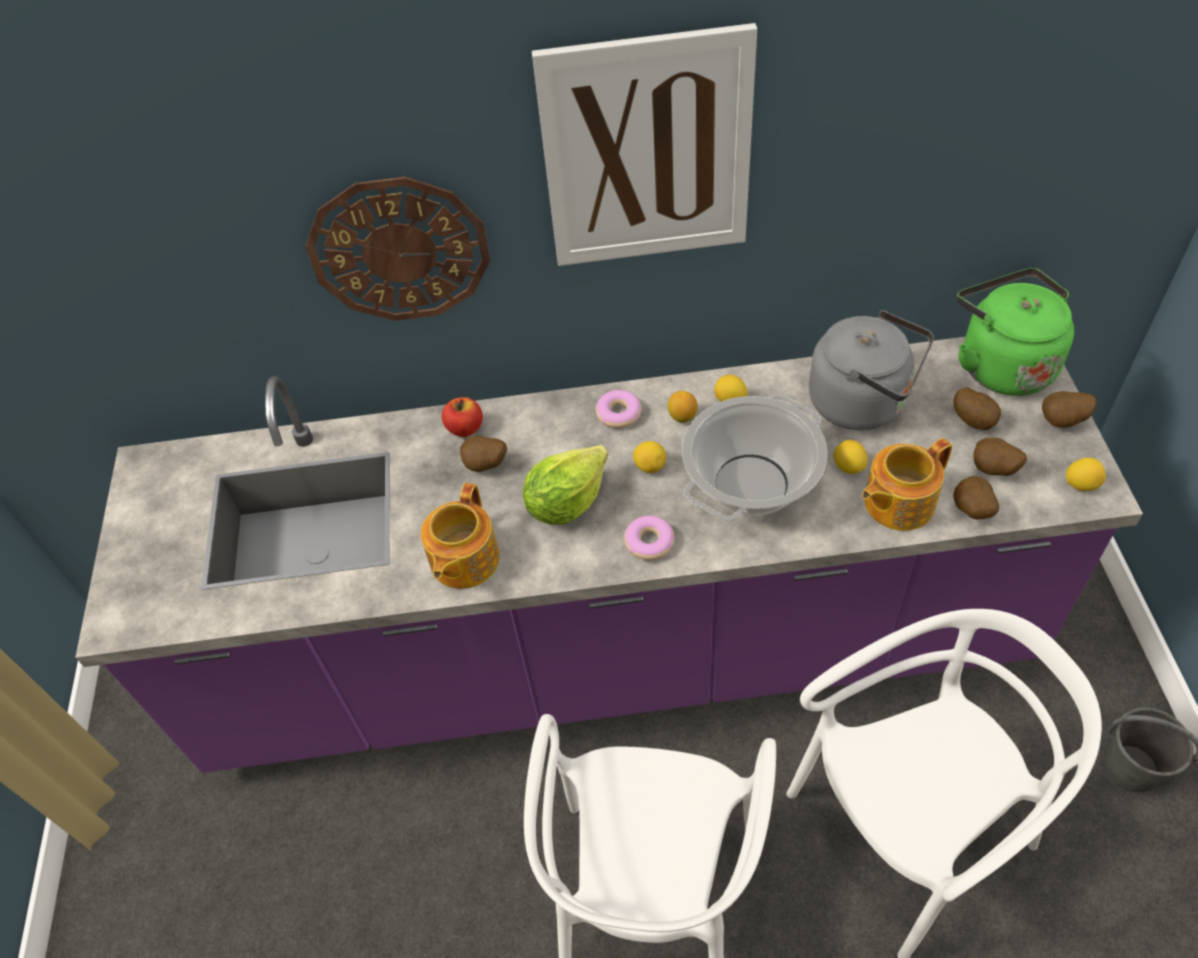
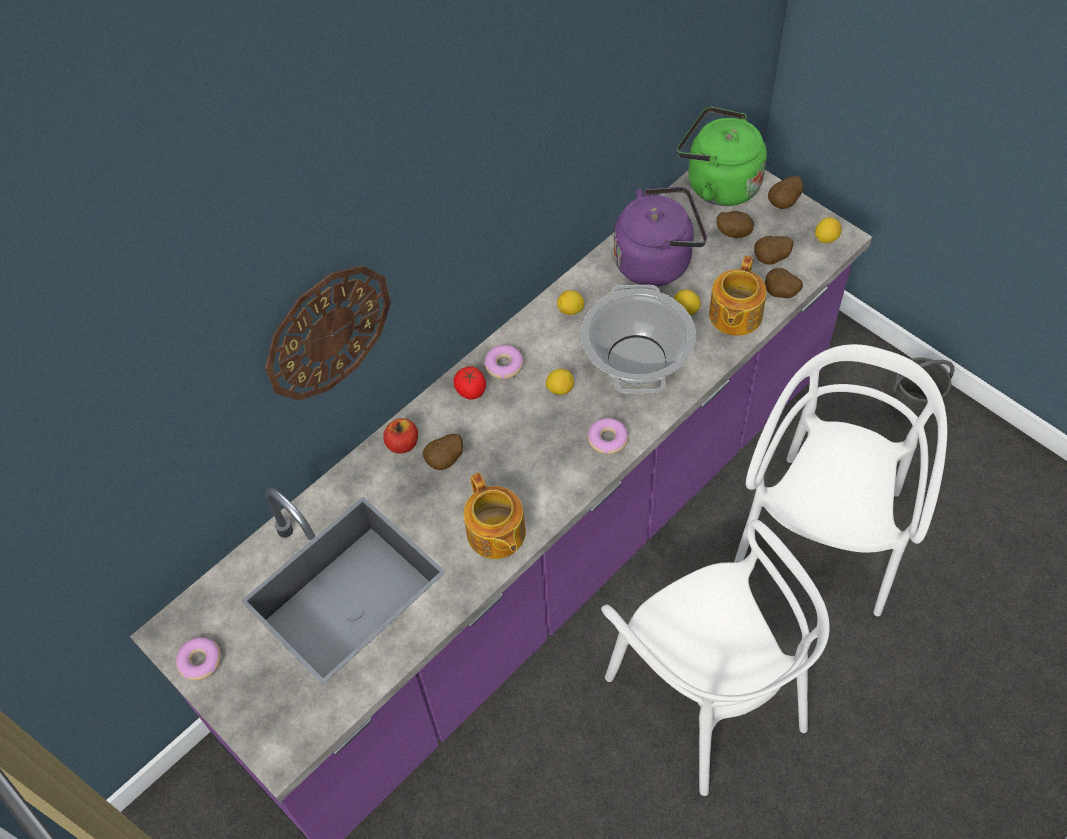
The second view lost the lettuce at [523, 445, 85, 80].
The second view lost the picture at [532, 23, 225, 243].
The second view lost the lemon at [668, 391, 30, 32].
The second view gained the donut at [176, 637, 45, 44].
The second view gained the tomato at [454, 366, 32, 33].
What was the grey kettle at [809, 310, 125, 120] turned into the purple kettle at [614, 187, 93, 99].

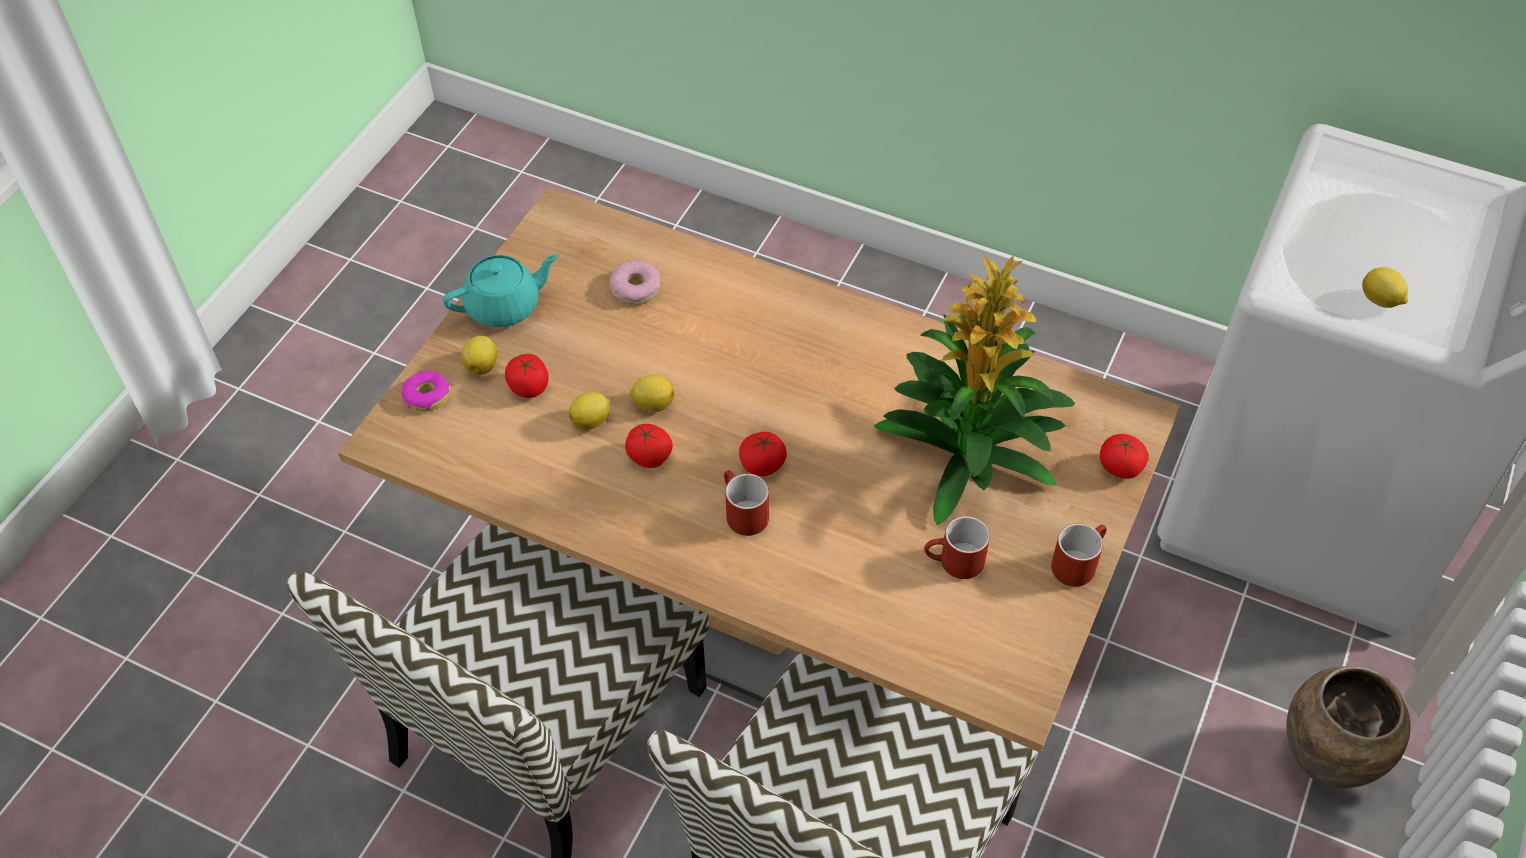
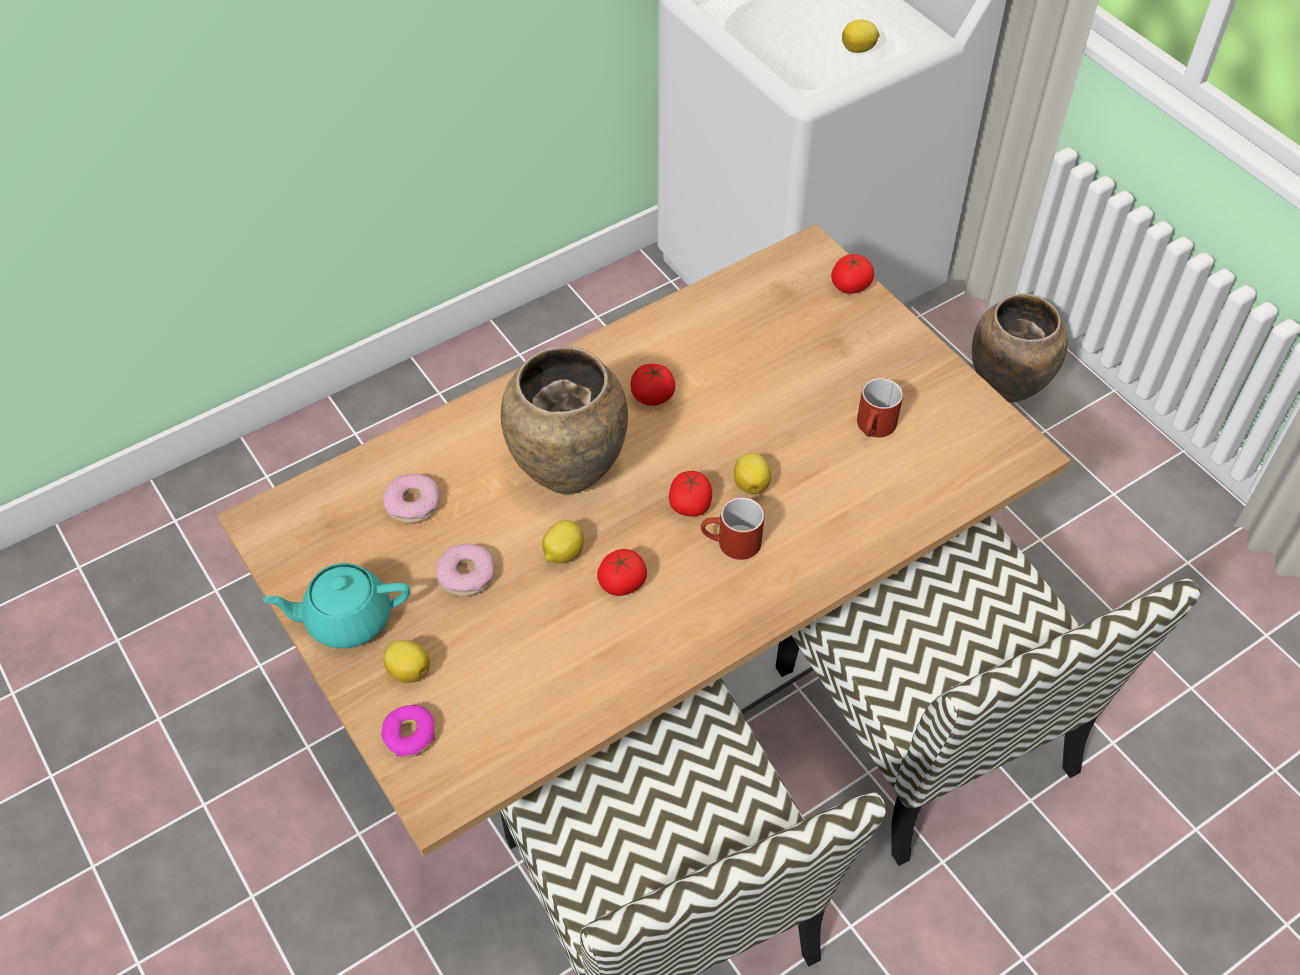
The second view lost the potted plant at [874, 254, 201, 271].
The second view lost the red mug at [1051, 523, 56, 64].
The second view gained the donut at [436, 544, 59, 53].
The second view gained the brown vase at [501, 346, 127, 148].
The tomato ended up elsewhere, having gone from [505, 354, 44, 44] to [631, 364, 44, 42].
The lemon ended up elsewhere, having gone from [569, 392, 41, 38] to [734, 453, 37, 41].
The turquoise teapot at [443, 254, 116, 73] ended up facing another way, 105 degrees counterclockwise from before.

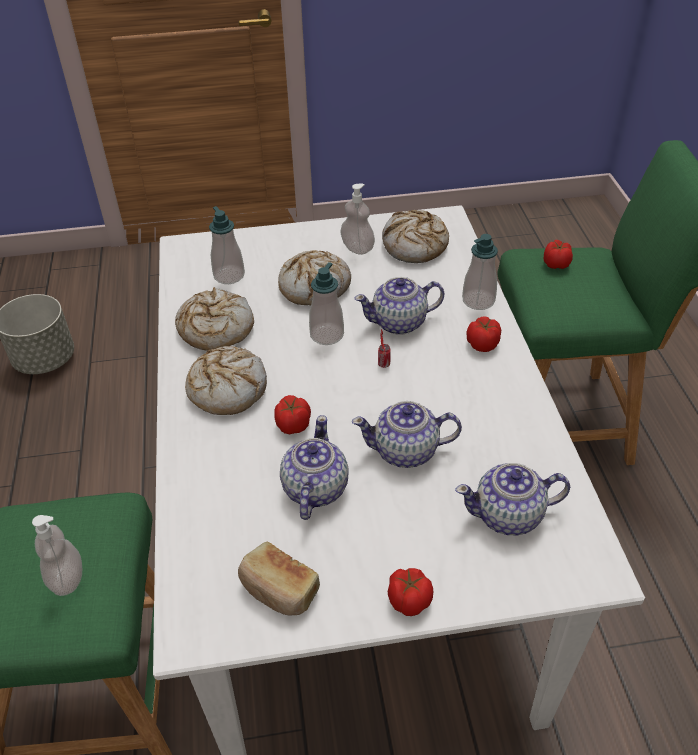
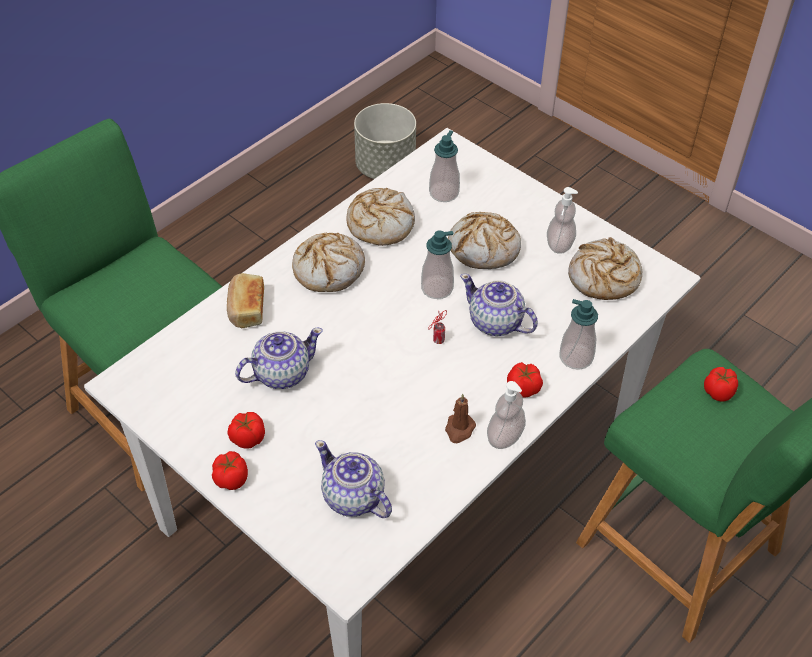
The second view lost the teapot at [352, 401, 110, 67].
The second view gained the brown candle at [445, 394, 31, 49].
The soap dispenser ended up elsewhere, having gone from [32, 515, 50, 81] to [487, 381, 39, 68].
The bread ended up elsewhere, having gone from [238, 541, 82, 75] to [227, 273, 37, 55].
The tomato ended up elsewhere, having gone from [274, 395, 37, 39] to [228, 412, 37, 37].

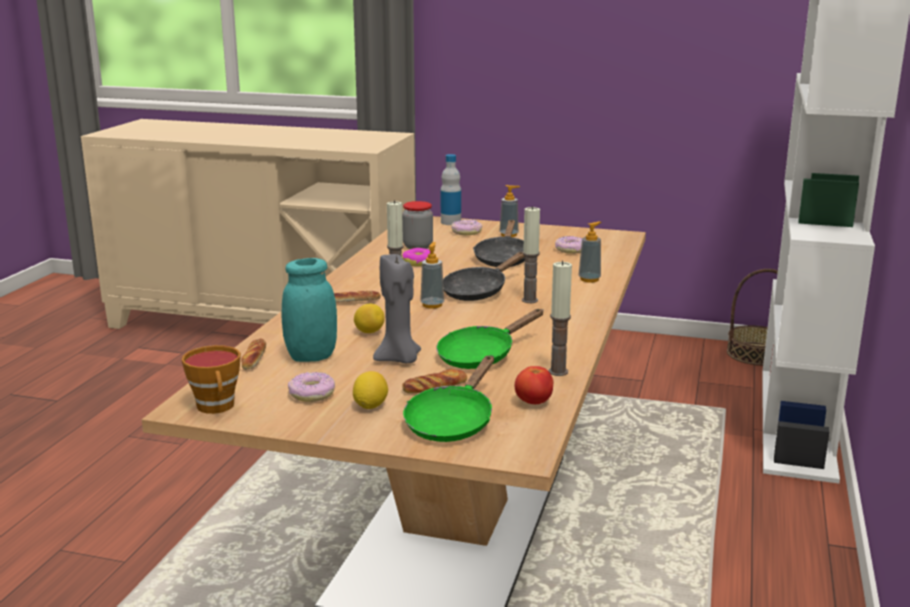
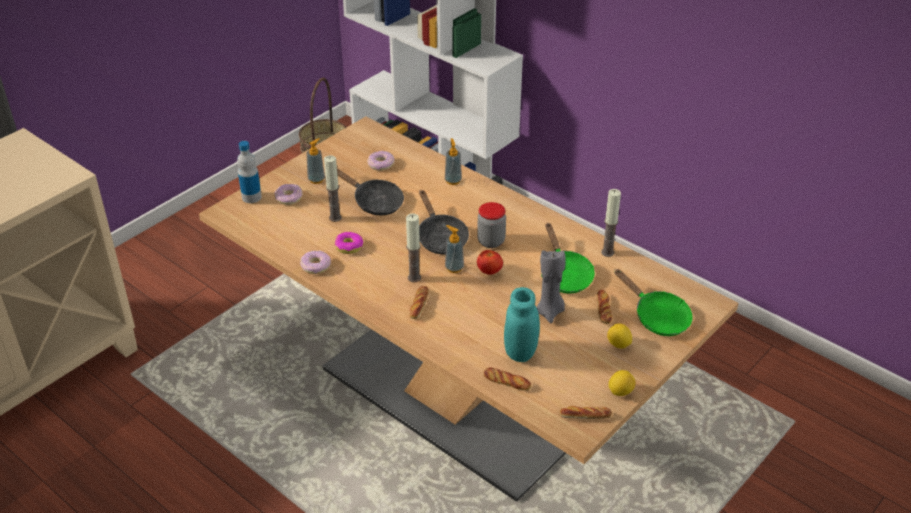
The donut ended up elsewhere, having gone from [288, 372, 47, 30] to [300, 251, 31, 23].
The lemon ended up elsewhere, having gone from [354, 304, 30, 29] to [608, 370, 28, 26].
The jar ended up elsewhere, having gone from [402, 201, 31, 48] to [477, 202, 29, 46].
The tomato ended up elsewhere, having gone from [515, 366, 38, 38] to [477, 250, 26, 25].
The candle ended up elsewhere, having gone from [522, 206, 18, 97] to [324, 155, 18, 67].
Where the cup stood at [181, 345, 60, 69], the bread came to stand at [560, 406, 52, 13].

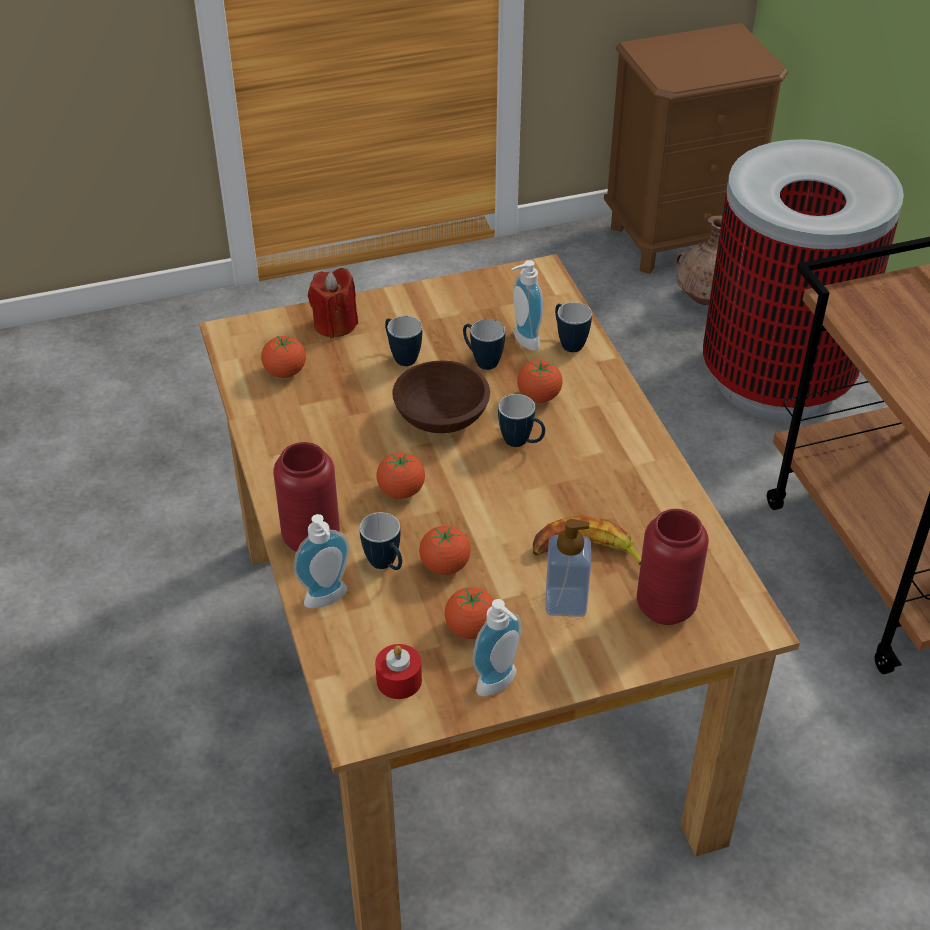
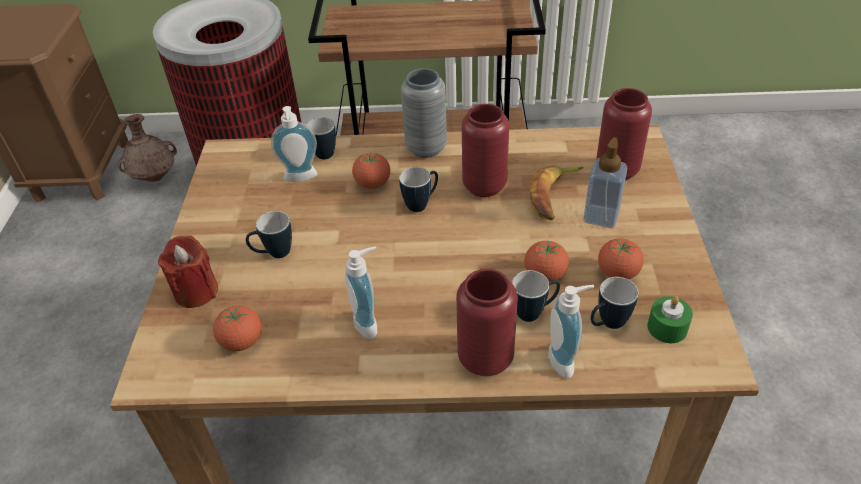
The second view lost the tomato at [376, 453, 49, 46].
The second view lost the brown bowl at [392, 360, 98, 73].
The second view gained the grey vase at [401, 68, 46, 90].
The second view gained the red vase at [462, 104, 47, 93].
The mug ended up elsewhere, having gone from [463, 319, 42, 51] to [590, 277, 49, 52].
The soap dispenser ended up elsewhere, having gone from [472, 599, 50, 97] to [345, 246, 32, 93].
What was the red candle at [375, 644, 47, 55] turned into the green candle at [647, 296, 46, 47].

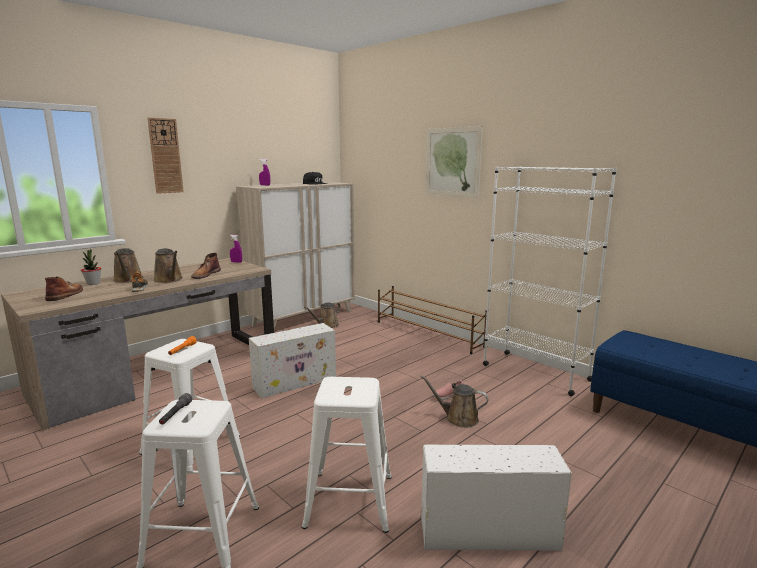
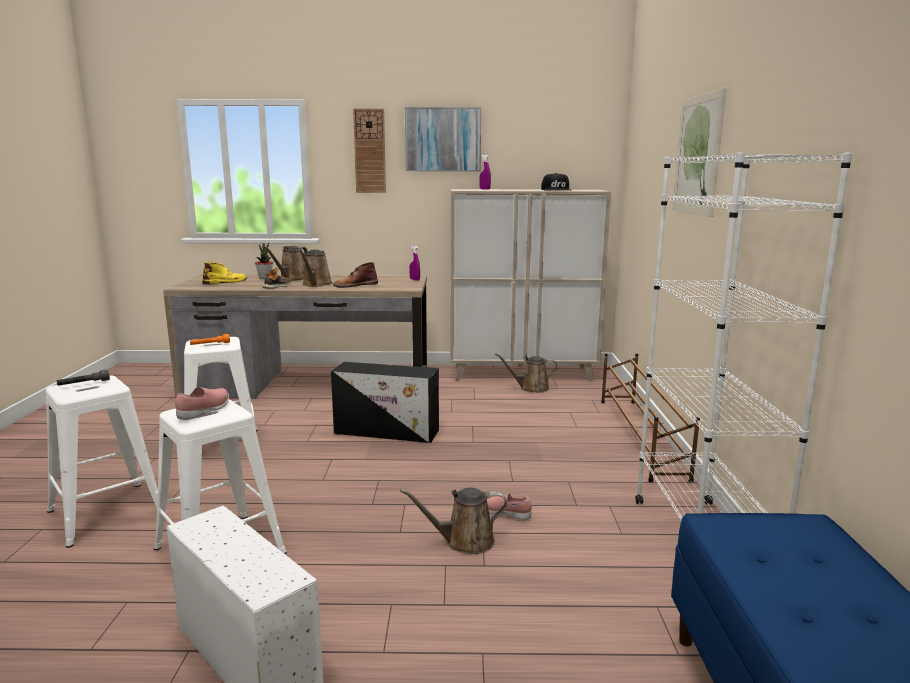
The second view gained the pink shoe at [175, 387, 54, 33].
The second view gained the picture at [405, 107, 76, 65].
What was the brown boot at [45, 276, 38, 25] turned into the yellow boot at [202, 262, 45, 22].
What was the white storage box at [249, 323, 87, 75] turned into the black storage box at [331, 362, 108, 81].
The brown watering can at [420, 375, 69, 53] ended up facing another way, 75 degrees counterclockwise from before.

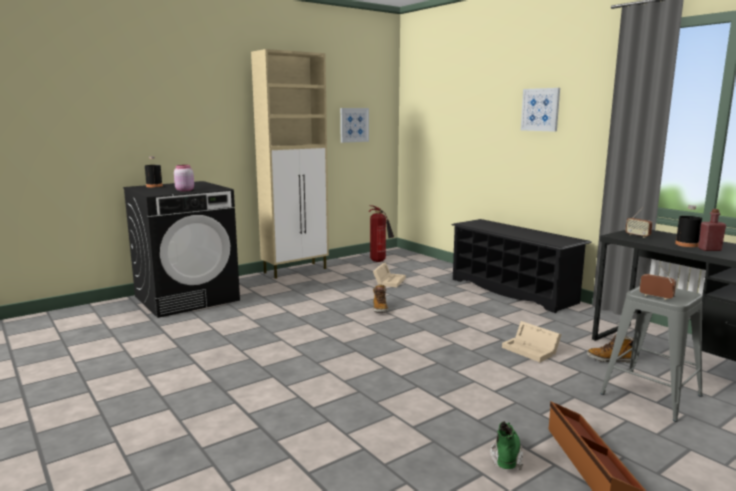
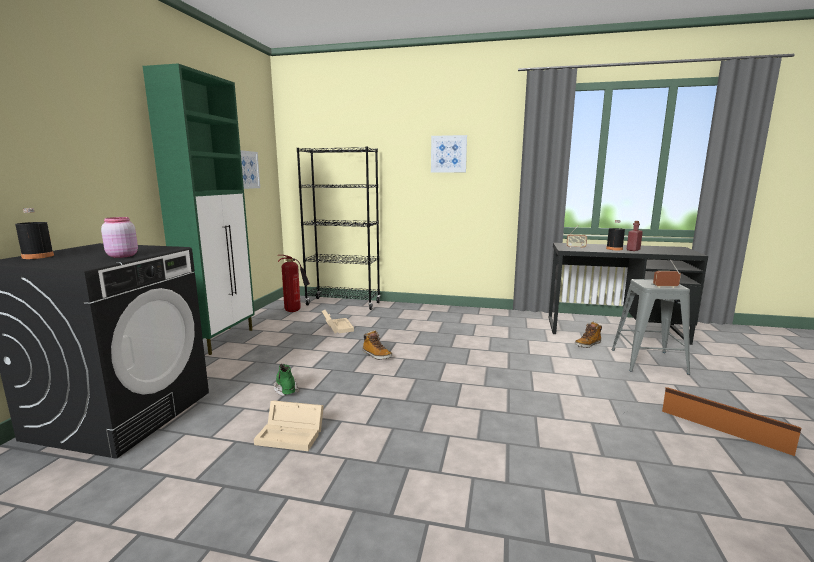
The second view lost the black shoe rack at [452, 219, 140, 94].
The second view gained the black bookcase at [297, 147, 84, 163].
The green boot ended up elsewhere, having gone from [490, 421, 33, 49] to [274, 364, 26, 32].
The beige storage box ended up elsewhere, having gone from [502, 321, 60, 41] to [254, 400, 70, 51].
What was the beige cabinet at [251, 49, 78, 230] turned into the green cabinet at [143, 63, 112, 292].

